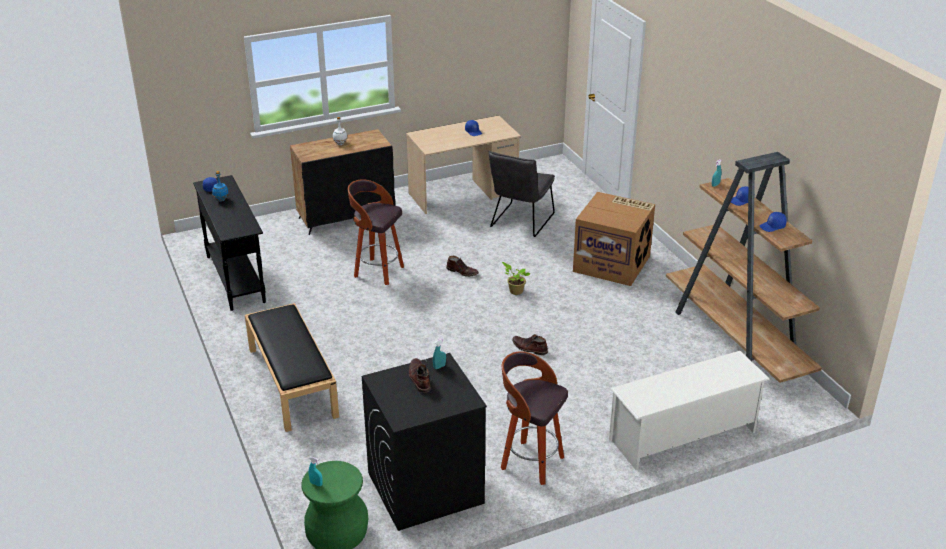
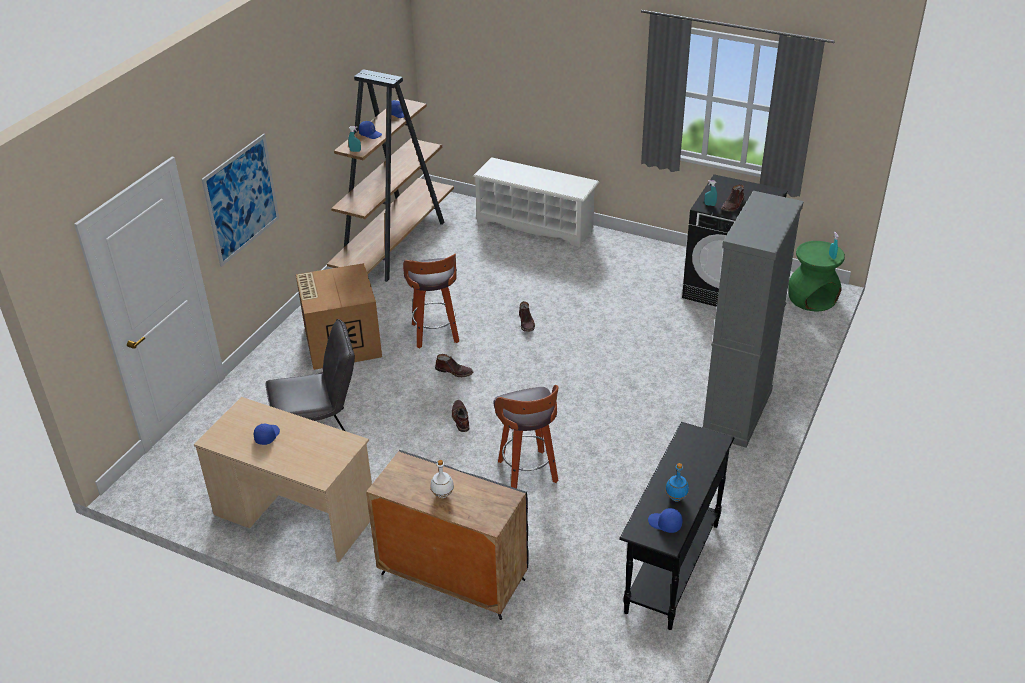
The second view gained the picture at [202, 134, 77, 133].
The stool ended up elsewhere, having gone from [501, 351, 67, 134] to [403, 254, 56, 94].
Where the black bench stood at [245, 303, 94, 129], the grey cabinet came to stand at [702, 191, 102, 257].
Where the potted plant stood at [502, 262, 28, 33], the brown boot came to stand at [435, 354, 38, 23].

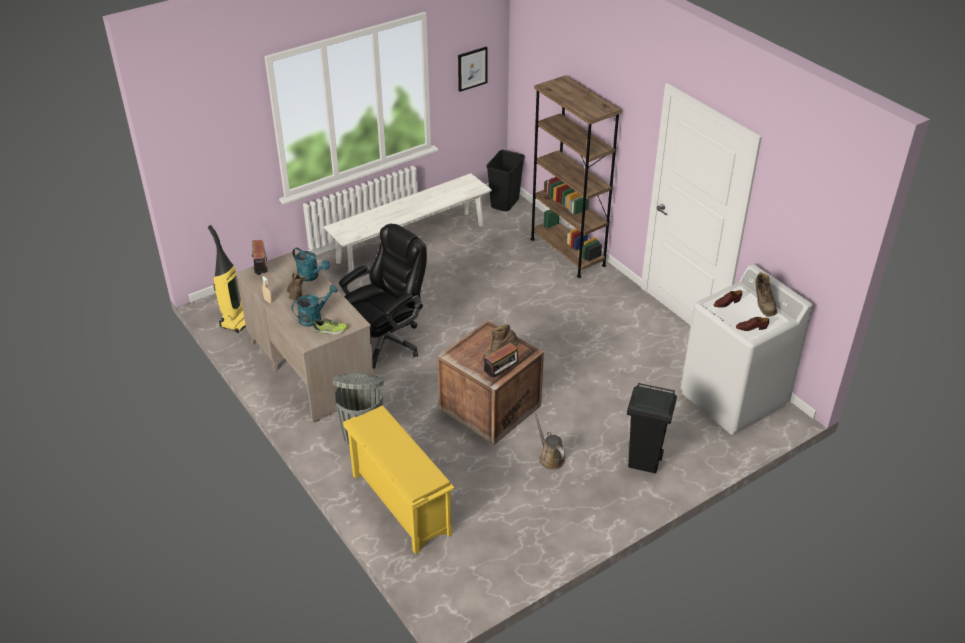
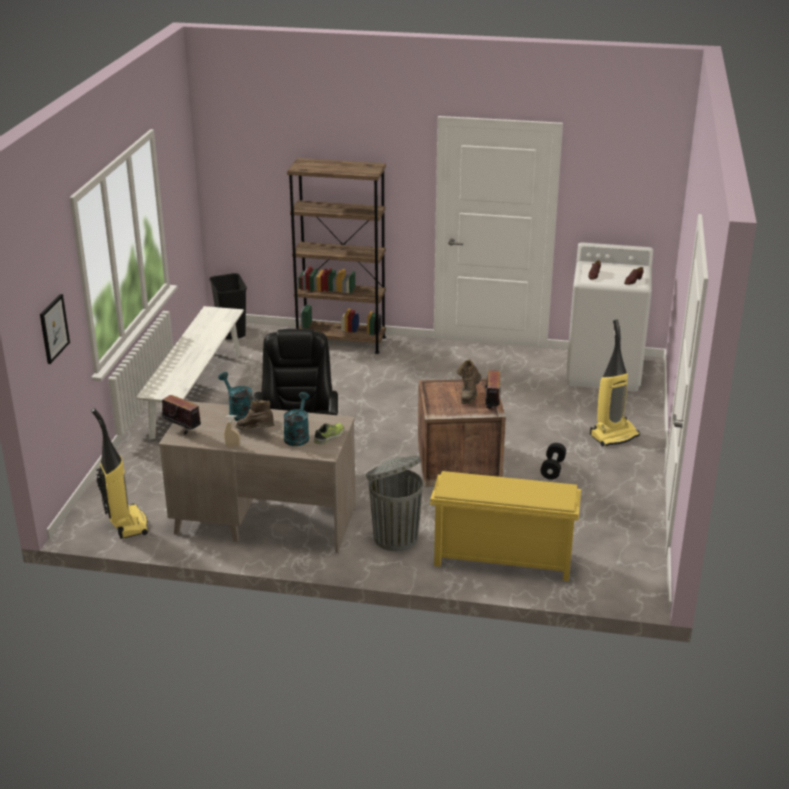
The second view lost the brown boot at [755, 272, 22, 45].
The picture ended up elsewhere, having gone from [458, 47, 30, 45] to [40, 294, 30, 70].
Where the brown watering can stood at [534, 413, 32, 56], the black dumbbell came to stand at [541, 443, 25, 37].
Where the black trash can stood at [627, 382, 50, 91], the vacuum cleaner came to stand at [590, 320, 50, 127].
The turquoise watering can at [292, 247, 38, 35] ended up facing another way, 120 degrees counterclockwise from before.

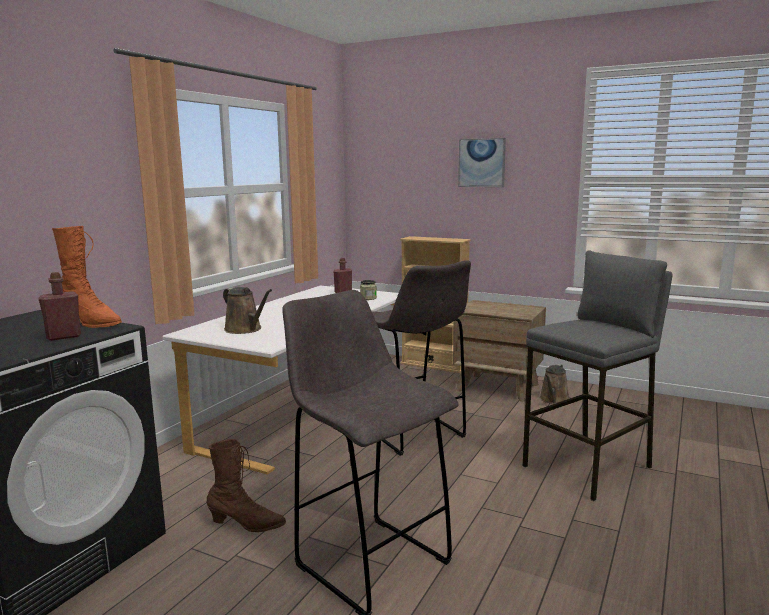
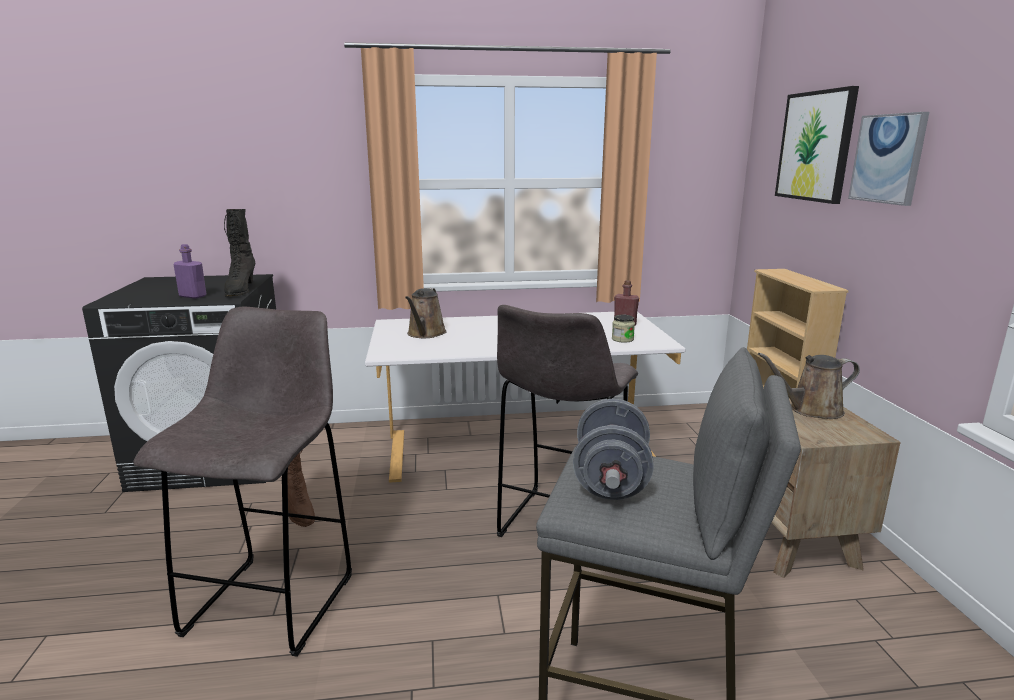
The second view gained the grey dumbbell at [573, 399, 81, 101].
The second view gained the picture at [775, 86, 84, 118].
The brown watering can ended up elsewhere, having gone from [539, 364, 31, 40] to [758, 353, 102, 66].
What was the red bottle at [38, 272, 43, 69] turned into the purple bottle at [173, 244, 33, 55].
What was the orange boot at [52, 226, 70, 102] turned into the black boot at [224, 209, 31, 87].

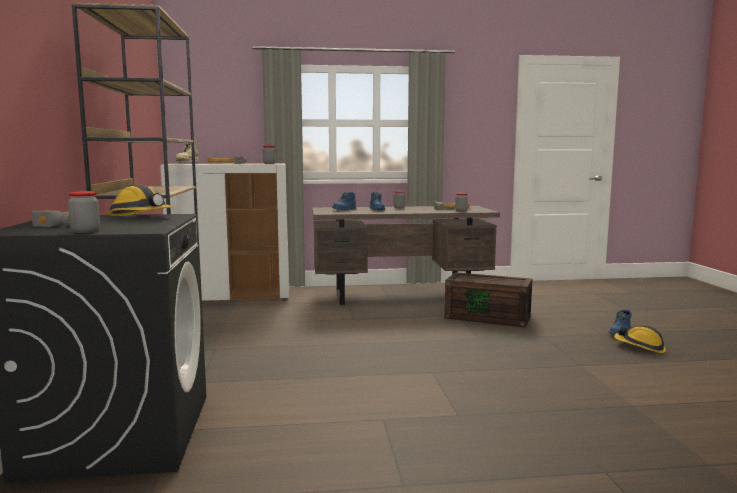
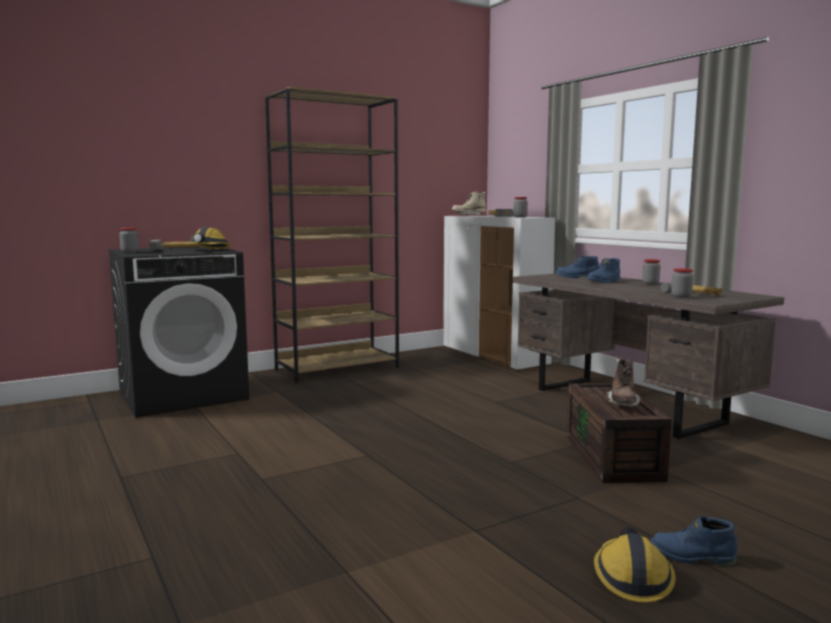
The second view gained the brown boot at [606, 357, 34, 50].

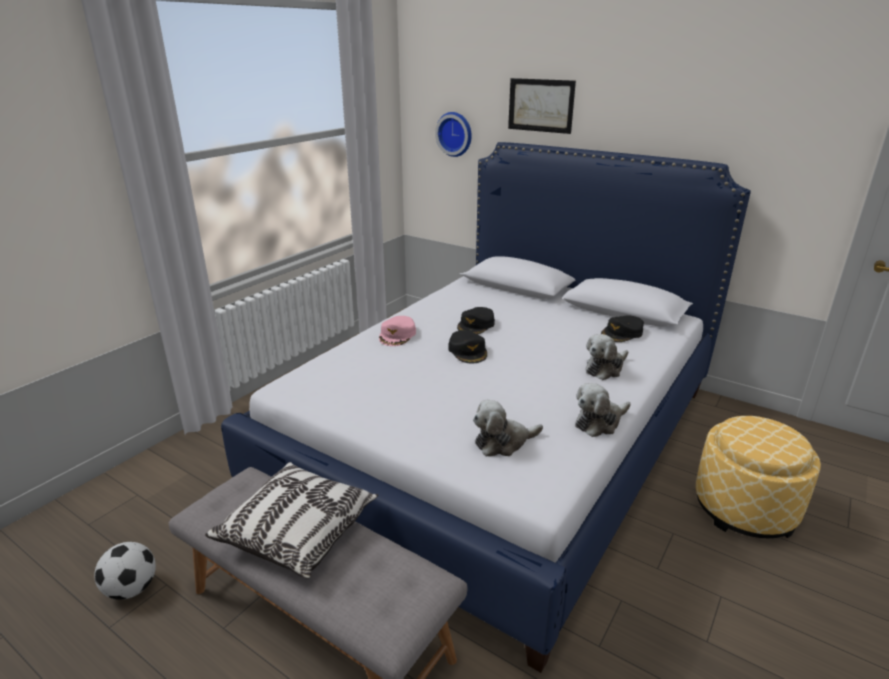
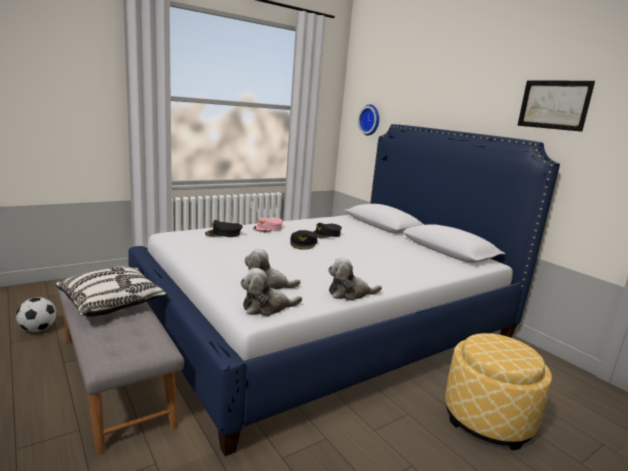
The picture ended up elsewhere, having gone from [508, 78, 68, 56] to [517, 80, 78, 52].
The plush toy ended up elsewhere, having gone from [585, 334, 43, 46] to [240, 268, 62, 48].
The black cap ended up elsewhere, having gone from [601, 315, 43, 27] to [205, 220, 38, 17].

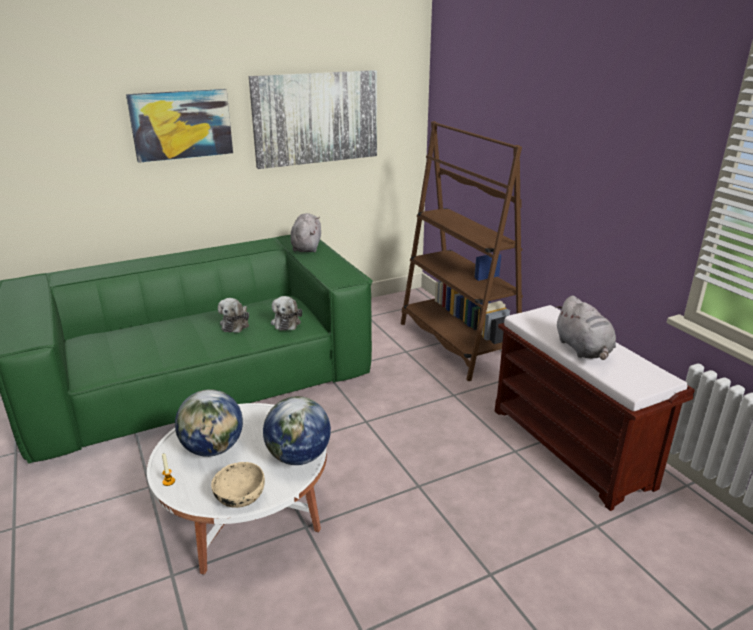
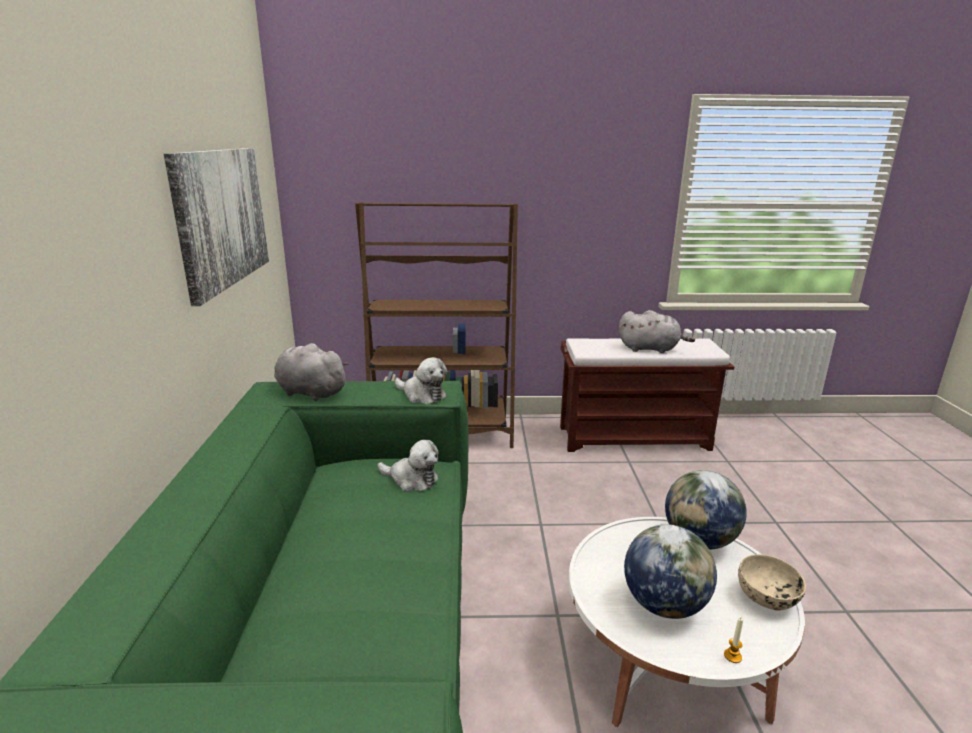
The second view lost the picture at [126, 89, 107, 74].
The plush toy ended up elsewhere, having gone from [218, 298, 31, 35] to [395, 357, 52, 47].

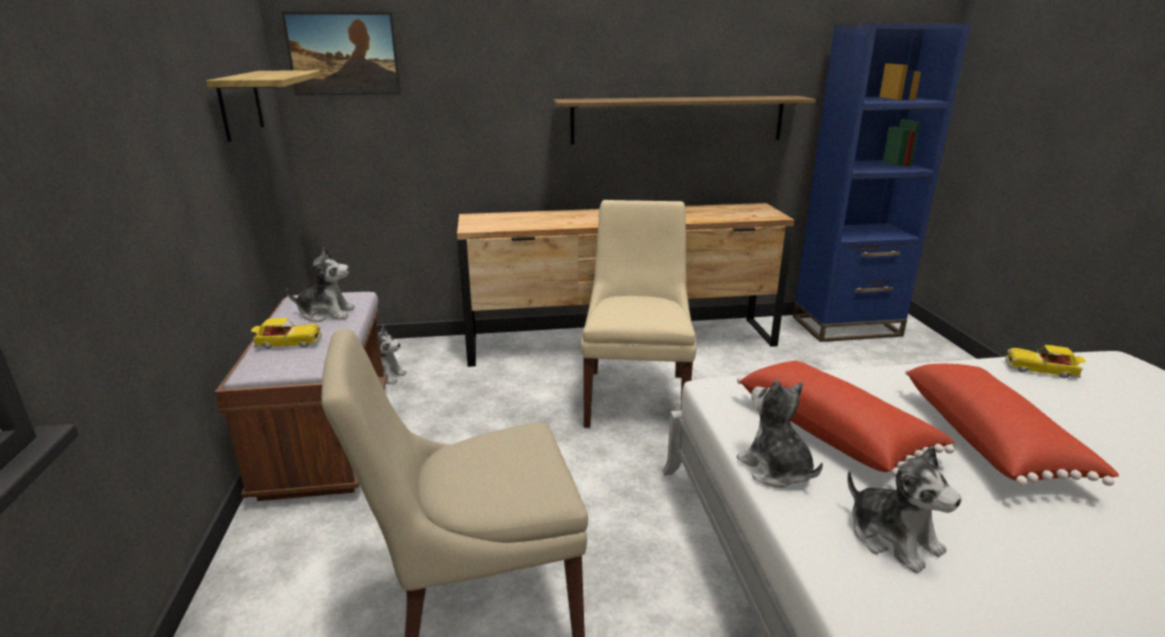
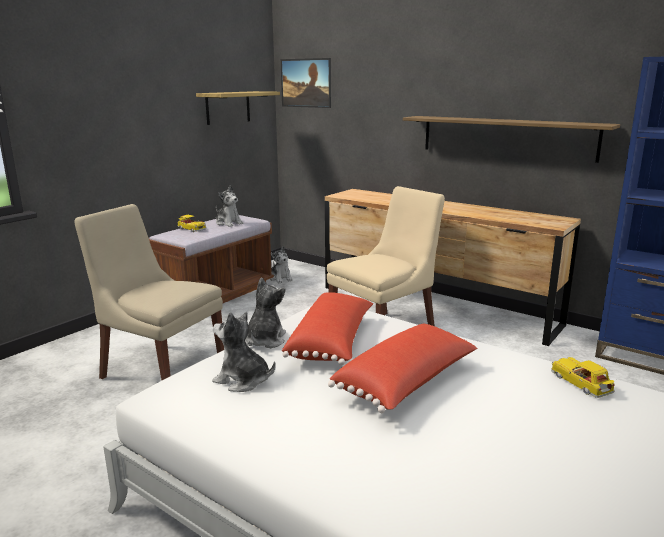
The plush toy at [847, 446, 115, 127] ended up facing another way, 105 degrees clockwise from before.

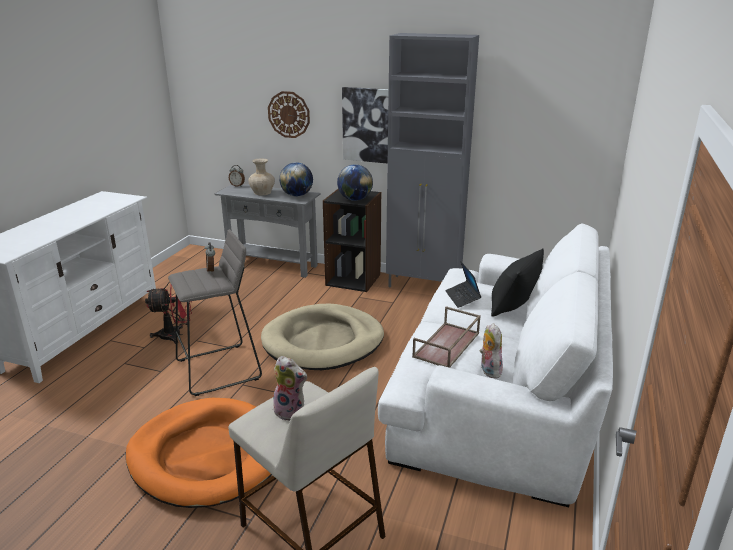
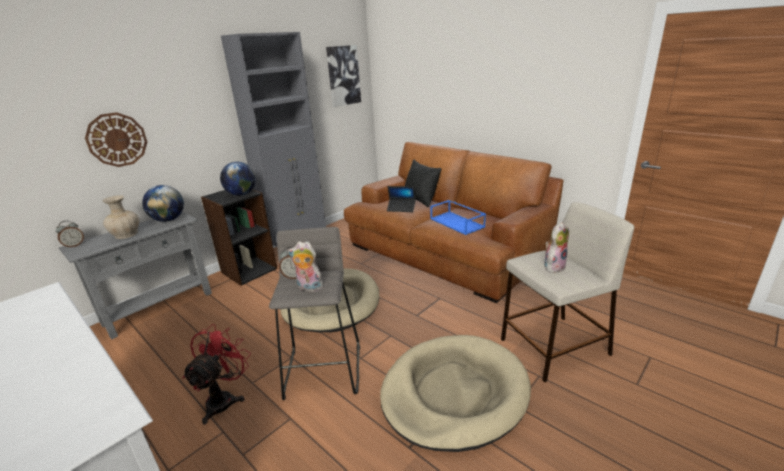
The picture ended up elsewhere, having gone from [342, 87, 47, 76] to [326, 45, 35, 62].
The plush toy ended up elsewhere, having gone from [480, 323, 23, 55] to [288, 241, 36, 51].
What was the orange dog bed at [126, 398, 146, 110] turned into the beige dog bed at [380, 335, 151, 117].
What was the white sofa at [378, 223, 235, 284] turned into the brown sofa at [344, 142, 220, 161].
What was the brown tray at [412, 306, 69, 62] turned into the blue tray at [430, 200, 56, 35].

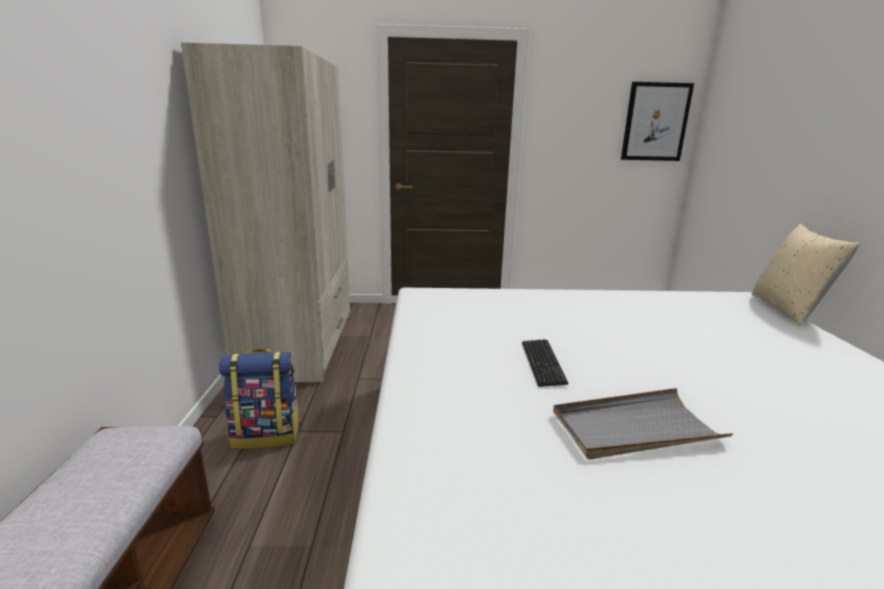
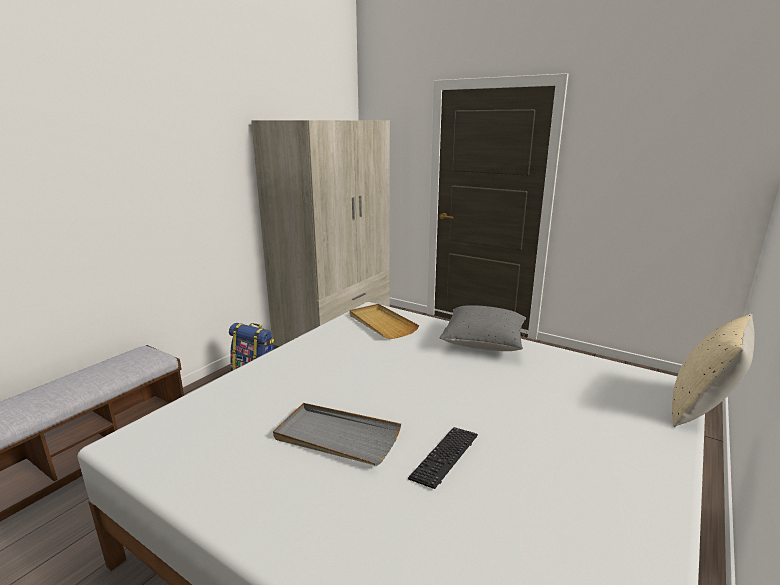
The second view lost the picture at [621, 82, 73, 79].
The second view gained the beige tray at [349, 304, 70, 35].
The second view gained the grey pillow at [439, 305, 87, 46].
The keyboard ended up elsewhere, having gone from [522, 339, 46, 48] to [408, 427, 70, 62].

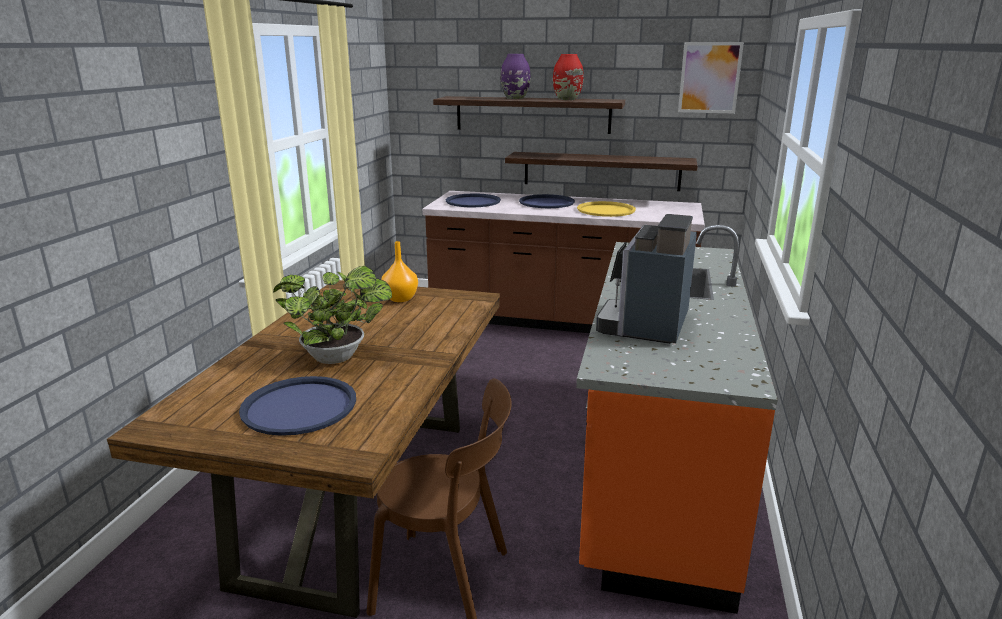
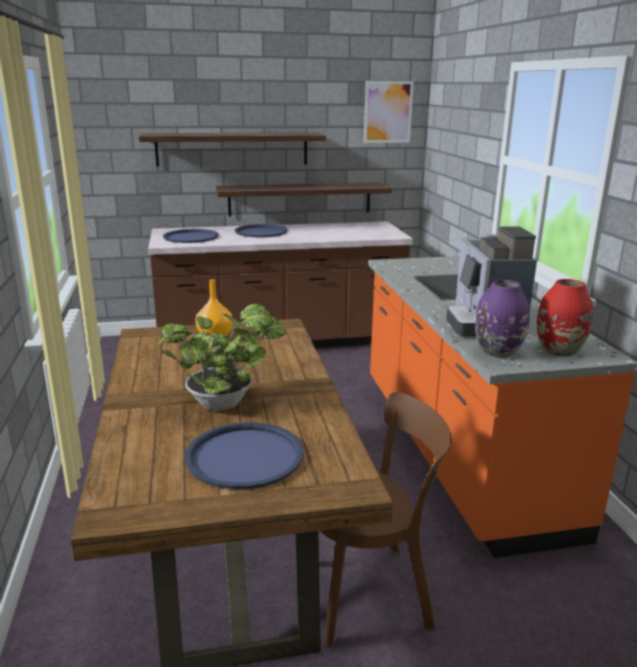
The second view lost the yellow tray at [577, 201, 59, 16].
The purple vase ended up elsewhere, having gone from [500, 54, 30, 45] to [475, 280, 55, 78].
The red vase ended up elsewhere, having gone from [553, 54, 31, 46] to [537, 279, 56, 78].

